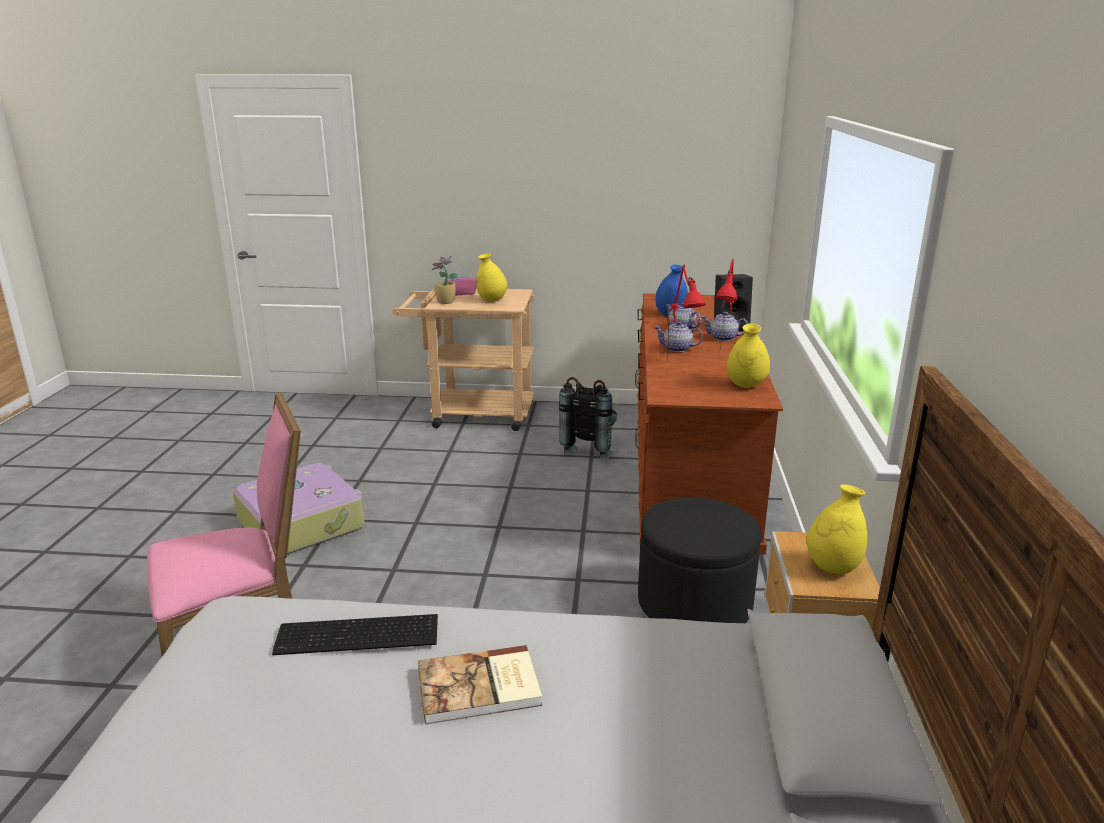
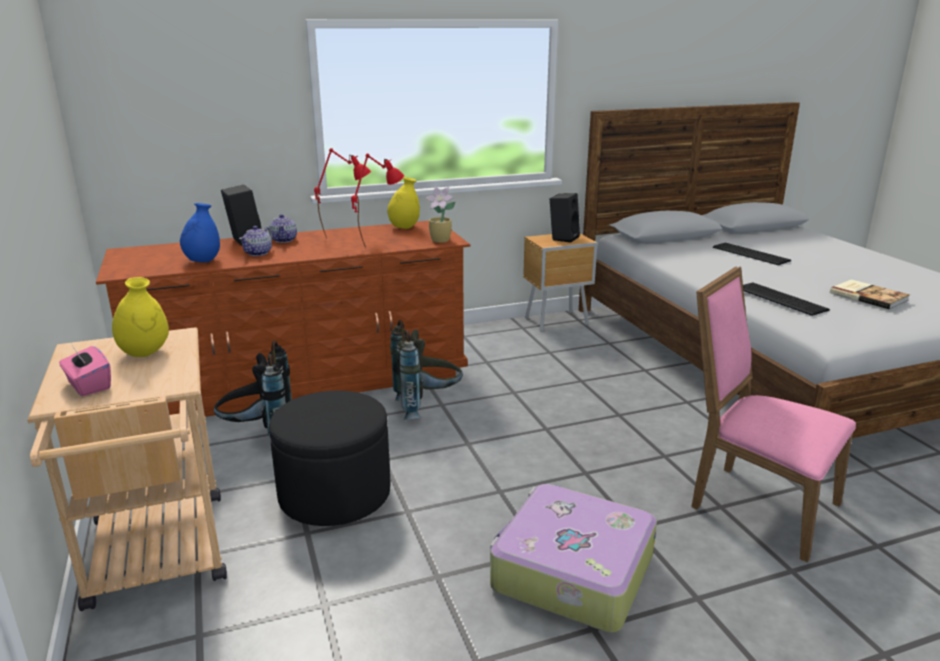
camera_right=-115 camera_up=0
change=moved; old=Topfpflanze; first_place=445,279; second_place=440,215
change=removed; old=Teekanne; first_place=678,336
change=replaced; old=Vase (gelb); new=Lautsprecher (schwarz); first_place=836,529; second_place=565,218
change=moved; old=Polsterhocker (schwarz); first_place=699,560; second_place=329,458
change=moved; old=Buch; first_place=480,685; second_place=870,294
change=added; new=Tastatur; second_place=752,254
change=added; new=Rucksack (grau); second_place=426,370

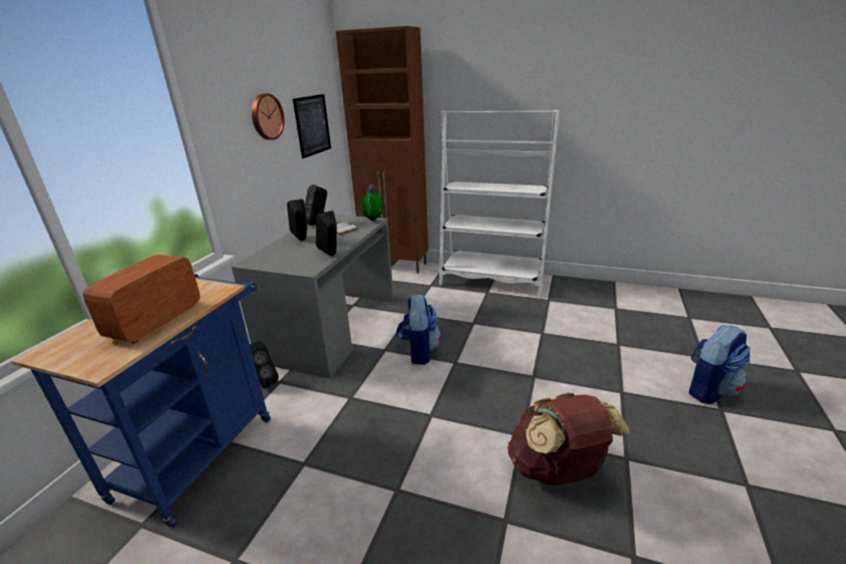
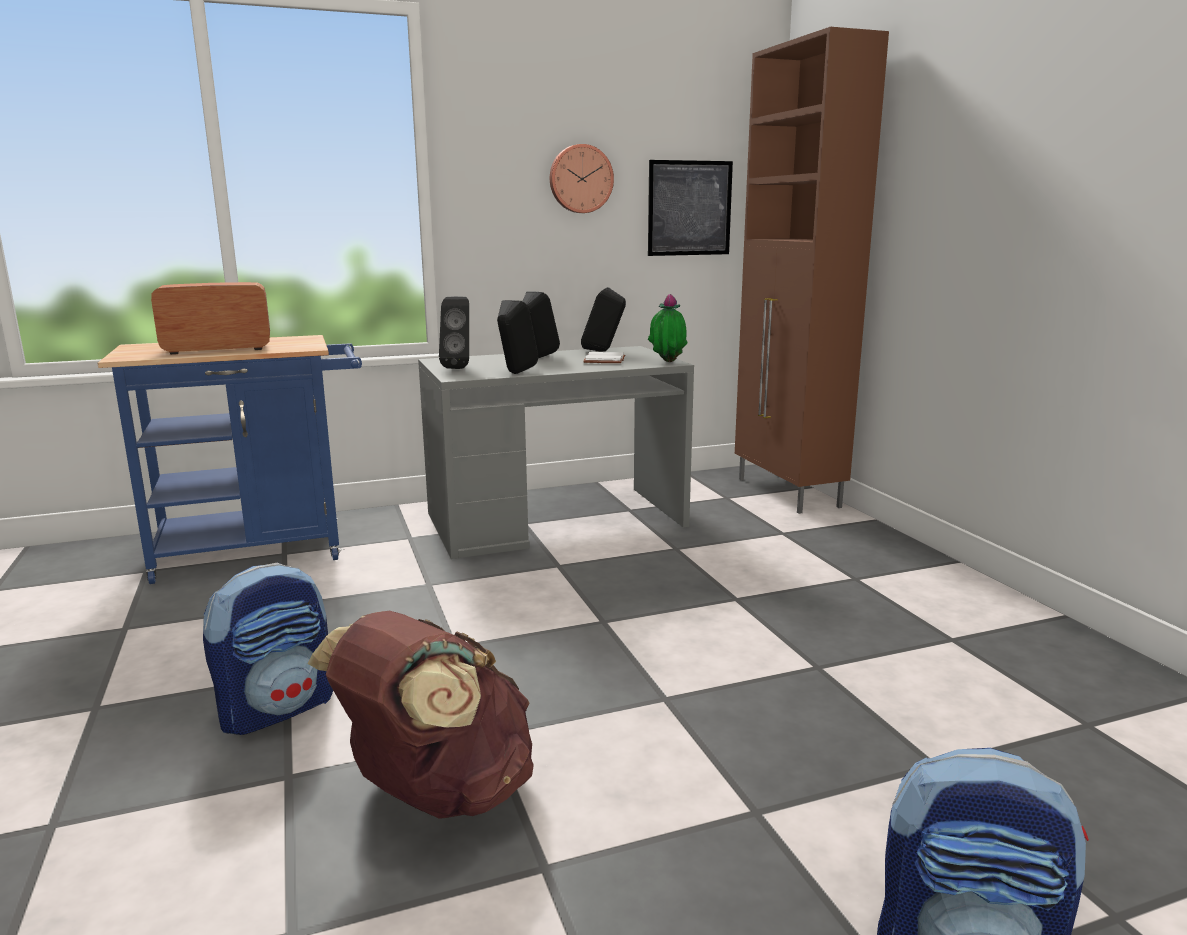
camera_right=50 camera_up=-10
change=removed; old=Bücherregal (weiß); first_place=499,203
change=moved; old=Rucksack; first_place=418,329; second_place=268,649
change=moved; old=Lautsprecher (schwarz); first_place=264,364; second_place=454,332

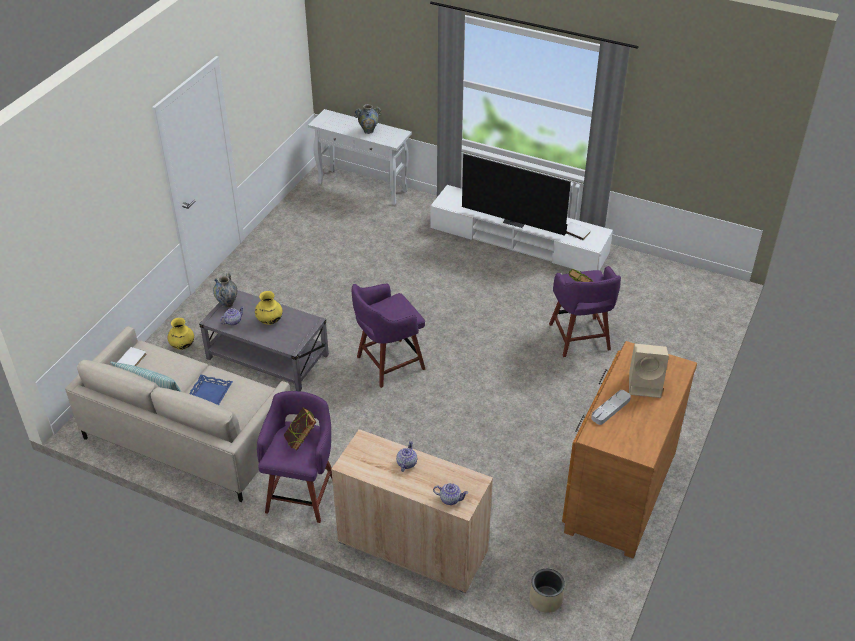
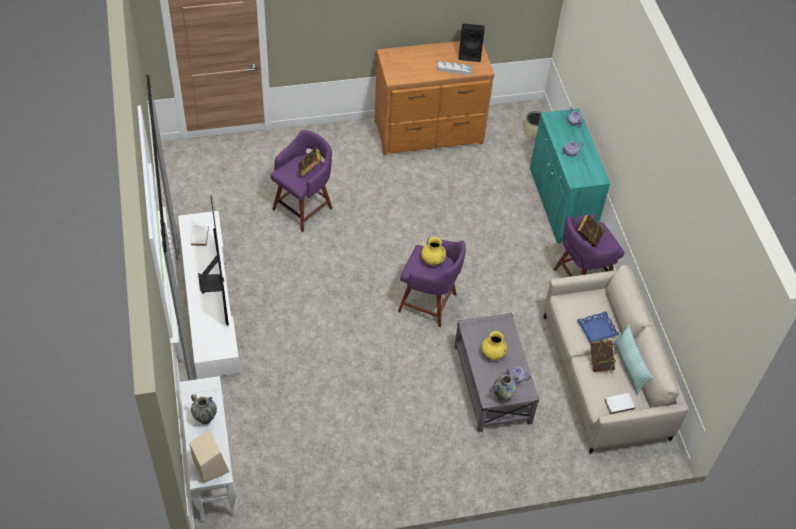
camera_right=-130 camera_up=10
change=moved; old=Vase (gelb); first_place=181,334; second_place=433,251
change=moved; old=Lautsprecher (beige); first_place=649,371; second_place=209,456
change=recoloured; old=Schrank (beige); new=Schrank (türkis); first_place=412,511; second_place=570,176
change=added; new=Lautsprecher (schwarz); second_place=471,42
change=added; new=Buch; second_place=603,355

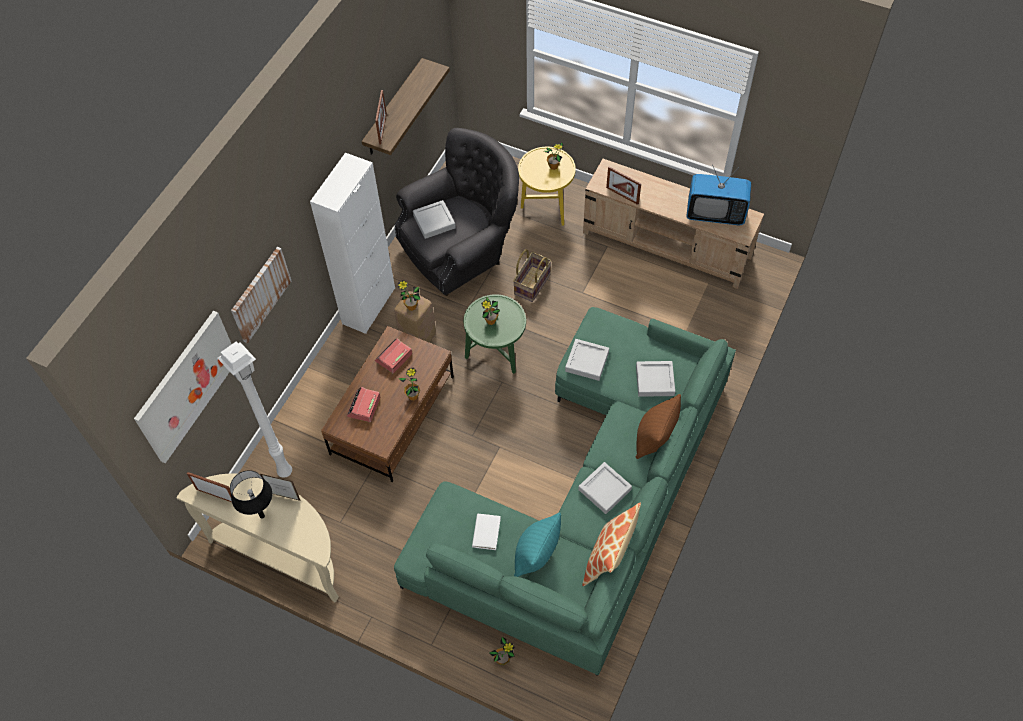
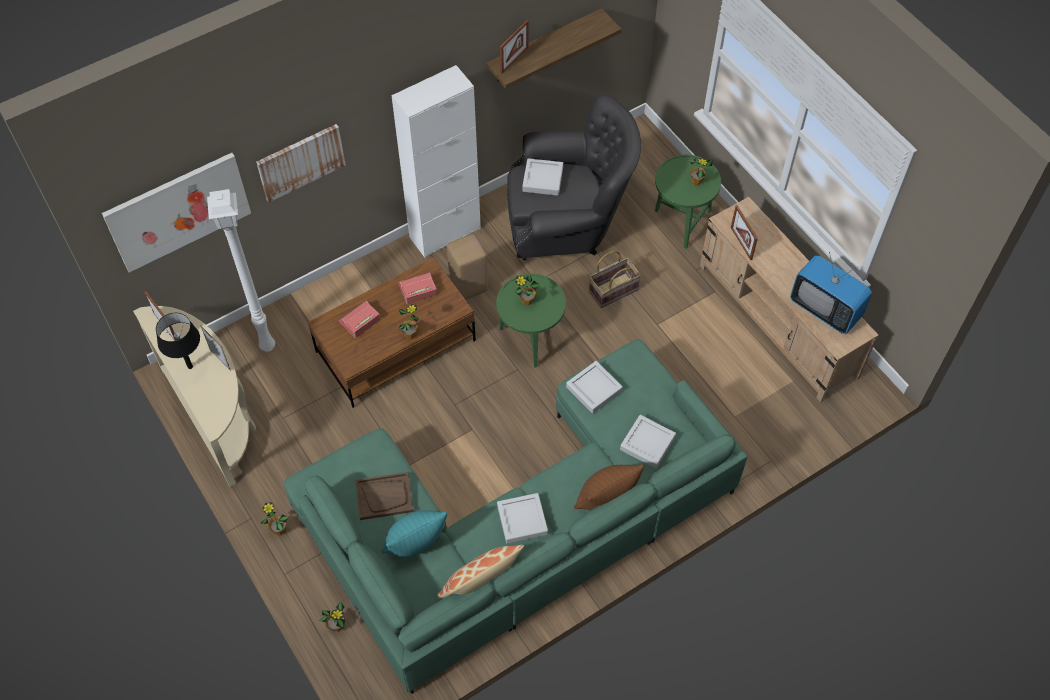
camera_right=30 camera_up=0
change=recoloured; old=Beistelltisch (gelb); new=Beistelltisch (grün); first_place=547,186; second_place=688,202
change=moved; old=Topfpflanze; first_place=409,295; second_place=275,518
change=replaced; old=Buch (weiß); new=Tablett (braun); first_place=486,532; second_place=384,496

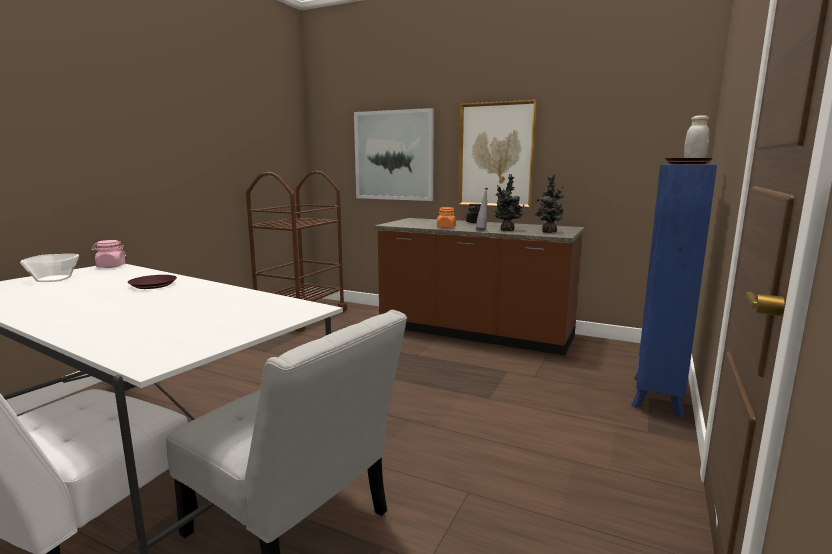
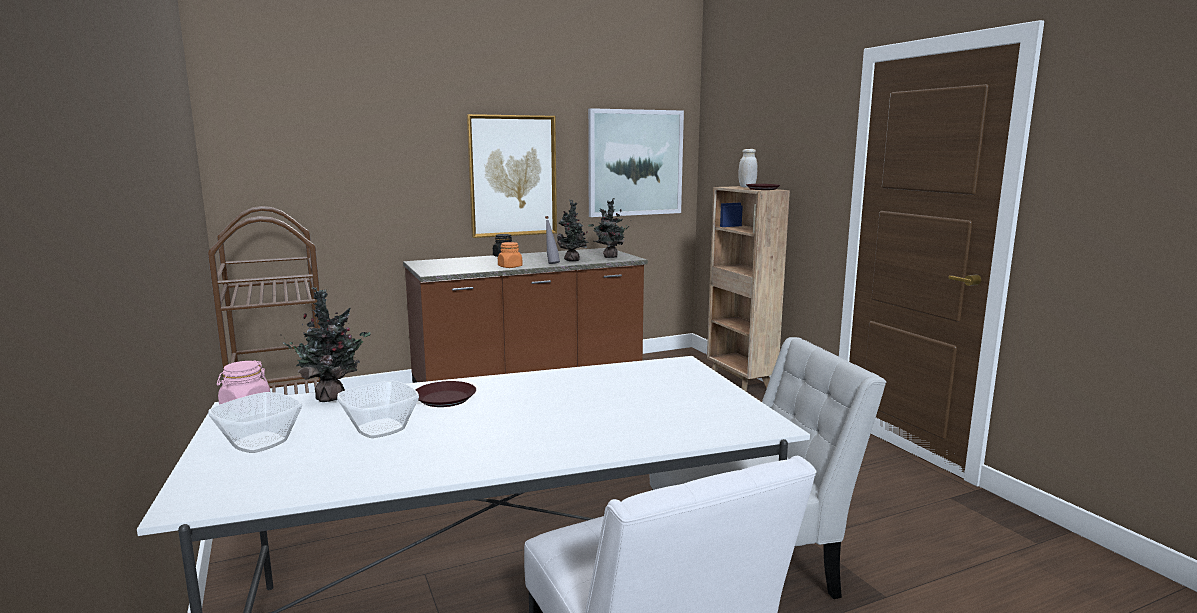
camera_right=-50 camera_up=0
change=moved; old=Bild; first_place=394,154; second_place=636,162
change=recoloured; old=Bücherregal (blau); new=Bücherregal (braun); first_place=674,290; second_place=748,289
change=added; new=Topfpflanze; second_place=325,344
change=added; new=Schüssel; second_place=378,409

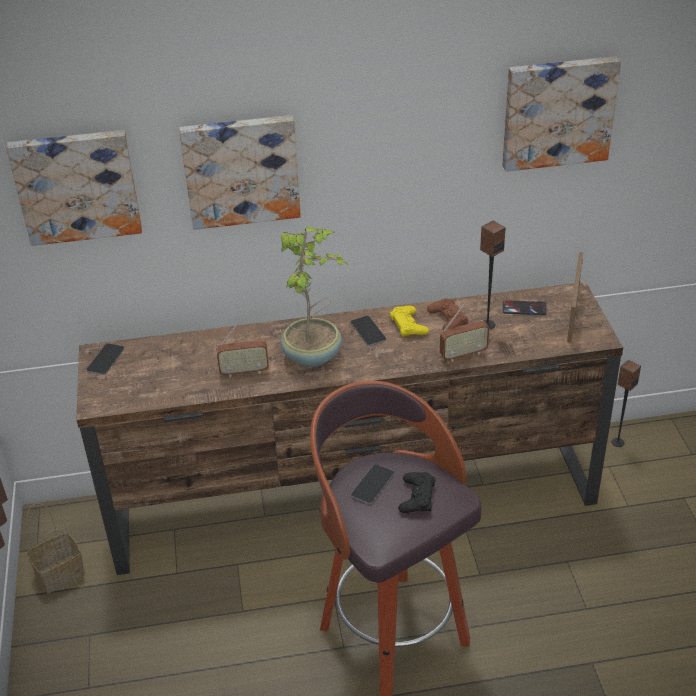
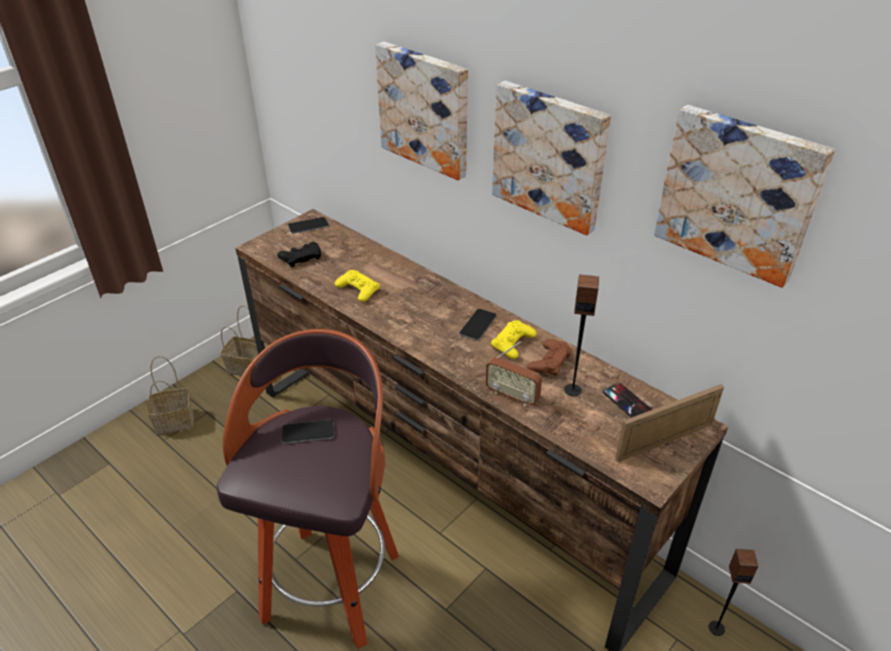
camera_right=50 camera_up=0
change=moved; old=Bild; first_place=74,188; second_place=551,158
change=removed; old=Topfpflanze; first_place=314,297
change=replaced; old=Radio; new=Gamepad (gelb); first_place=242,348; second_place=357,286
change=moved; old=Gamepad (schwarz); first_place=417,492; second_place=299,254
change=added; new=Korb; second_place=170,395

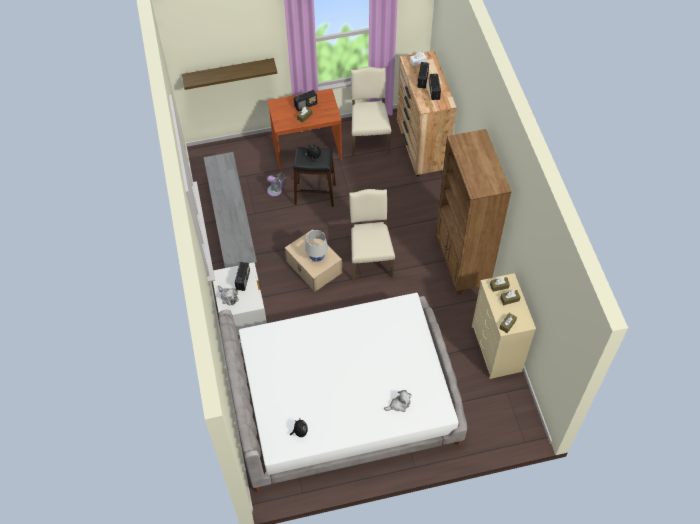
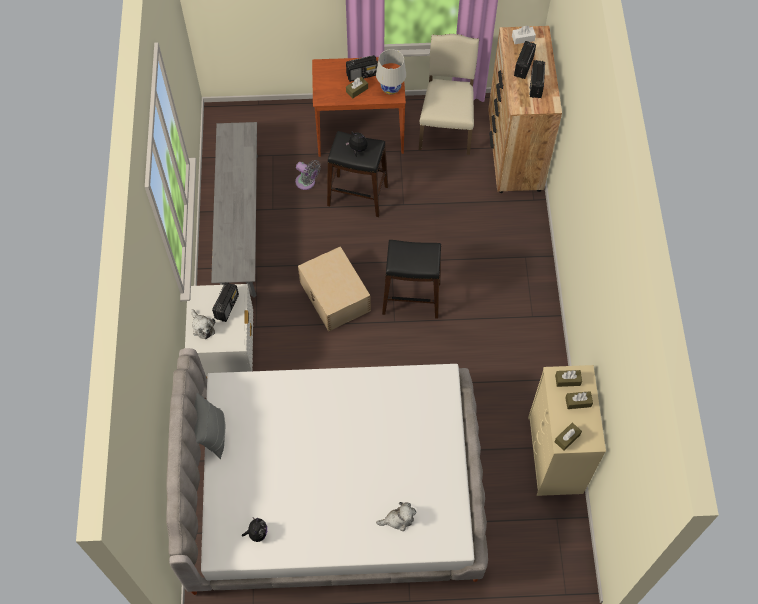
camera_right=10 camera_up=5
change=removed; old=Wandregal; first_place=229,74
change=removed; old=Bücherregal (braun); first_place=474,212
change=replaced; old=Stuhl (beige); new=Hocker (schwarz); first_place=372,235; second_place=411,279
change=moved; old=Tischlampe (weiß); first_place=316,246; second_place=391,72
change=added; new=Kissen (grau); second_place=209,426

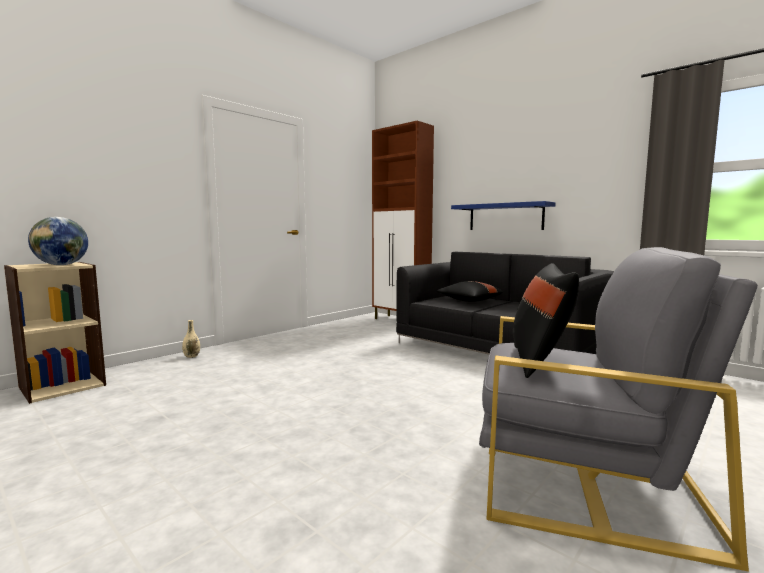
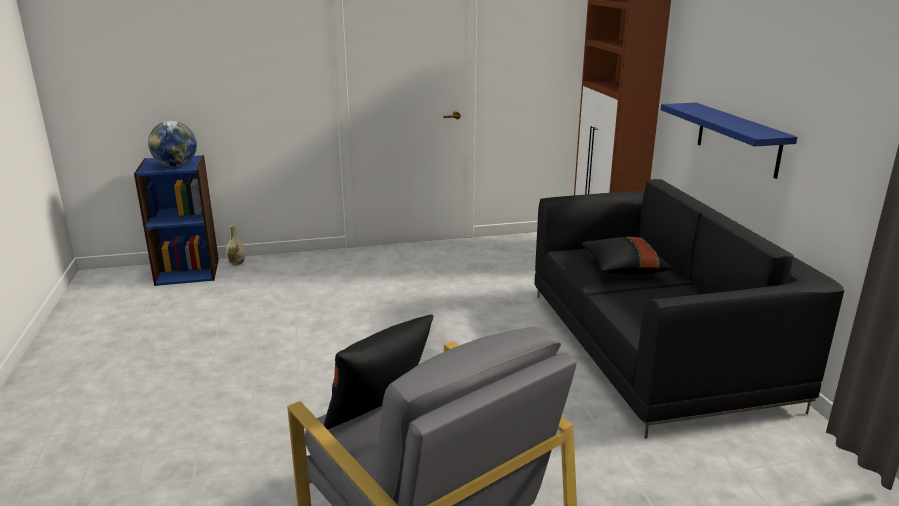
camera_right=35 camera_up=15
change=recoloured; old=Bücherregal (beige); new=Bücherregal (blau); first_place=55,333; second_place=176,220
change=moved; old=Vase (beige); first_place=191,339; second_place=235,245

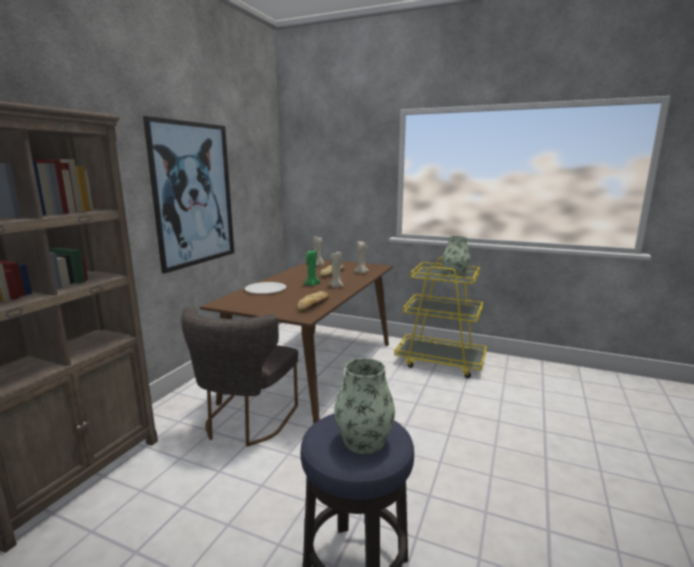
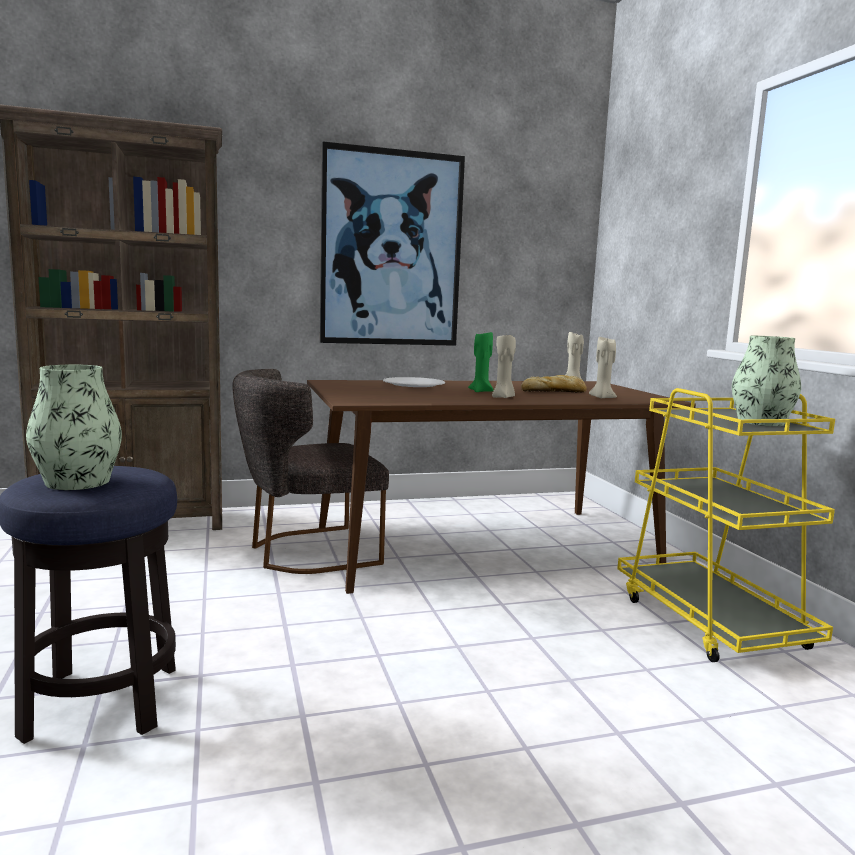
camera_right=50 camera_up=-5
change=removed; old=Brot; first_place=313,301

